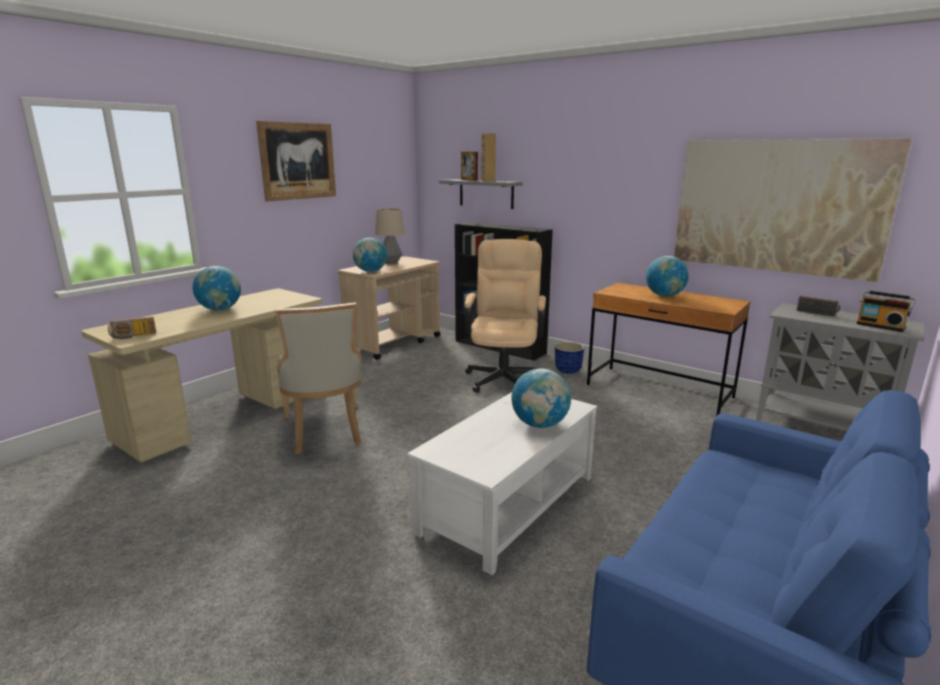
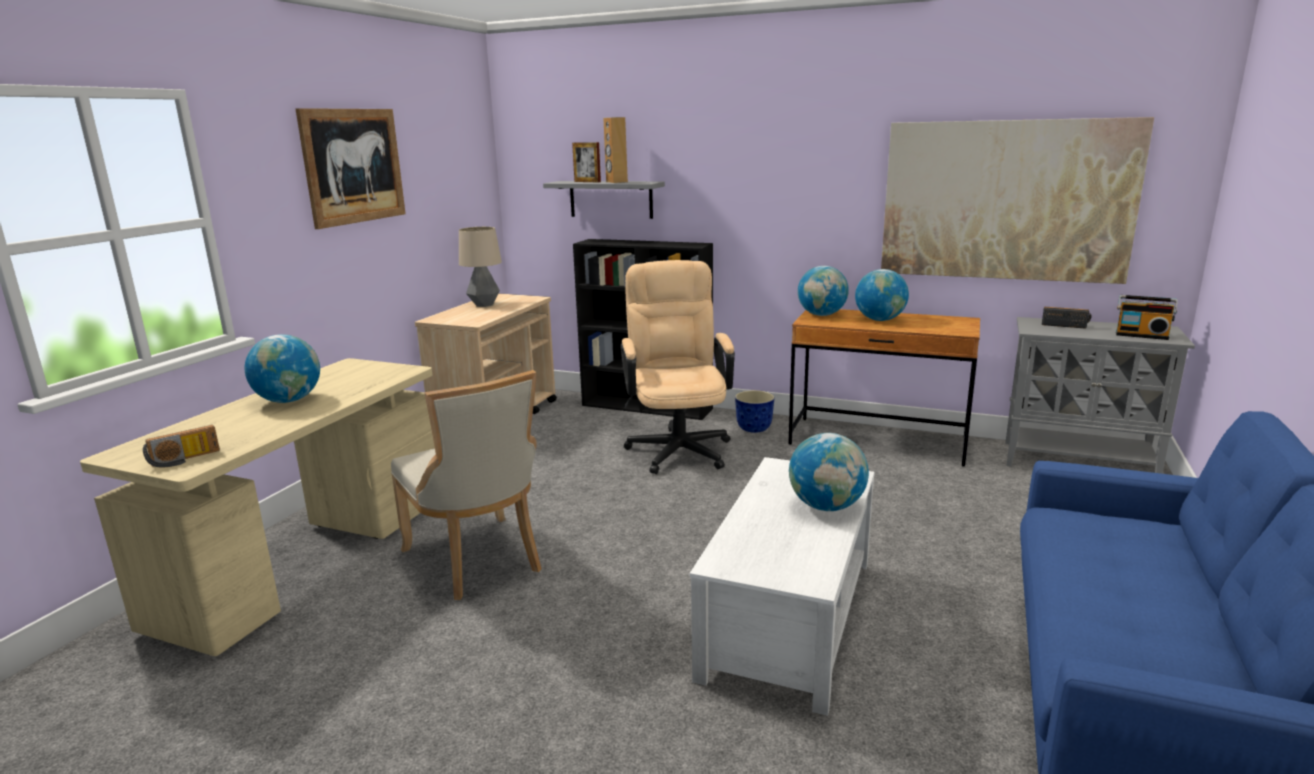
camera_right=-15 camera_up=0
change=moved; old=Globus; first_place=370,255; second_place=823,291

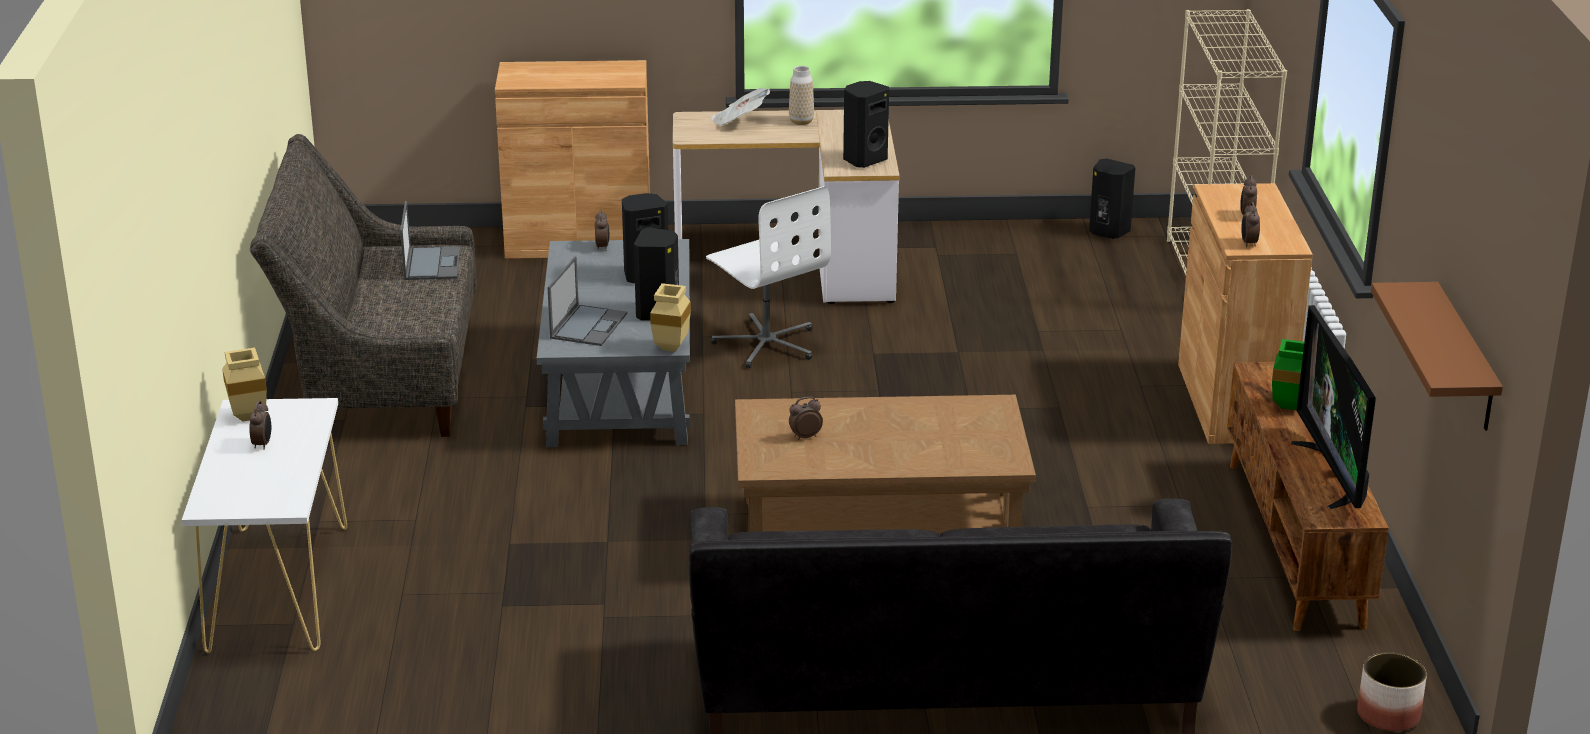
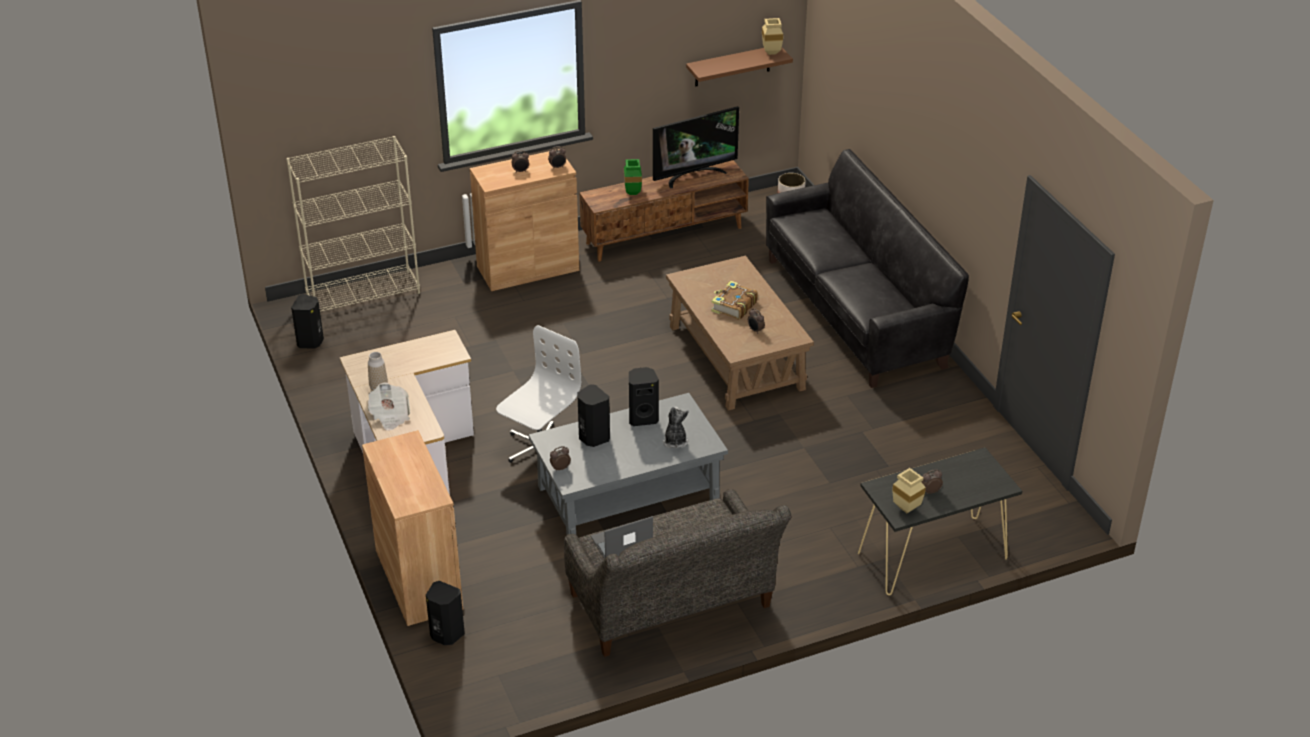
camera_right=-110 camera_up=10
change=moved; old=Lautsprecher (schwarz); first_place=866,124; second_place=445,613
change=replaced; old=Laptop; new=Plüschtier; first_place=587,301; second_place=675,427
change=moved; old=Vase (beige); first_place=670,317; second_place=772,36
change=recoloured; old=Konsolentisch (weiß); new=Konsolentisch (schwarz); first_place=264,525; second_place=940,521
change=added; new=Buch; second_place=734,300

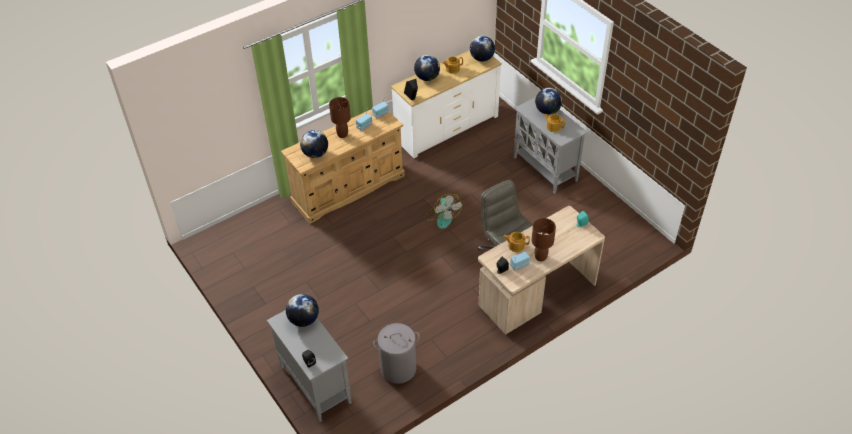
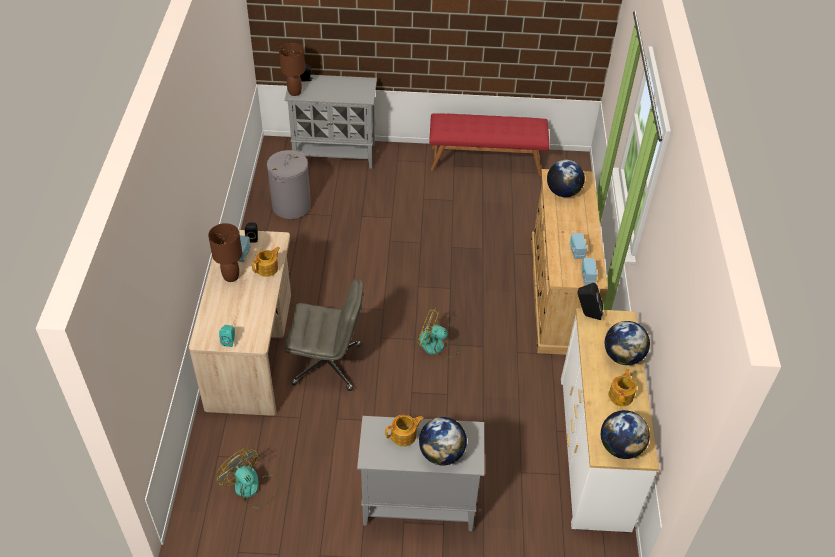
camera_right=125 camera_up=0
change=moved; old=Tischlampe (braun); first_place=340,117; second_place=292,69
change=removed; old=Globus; first_place=302,310
change=added; new=Bank (rot); second_place=489,144
change=added; new=Ventilator; second_place=248,478

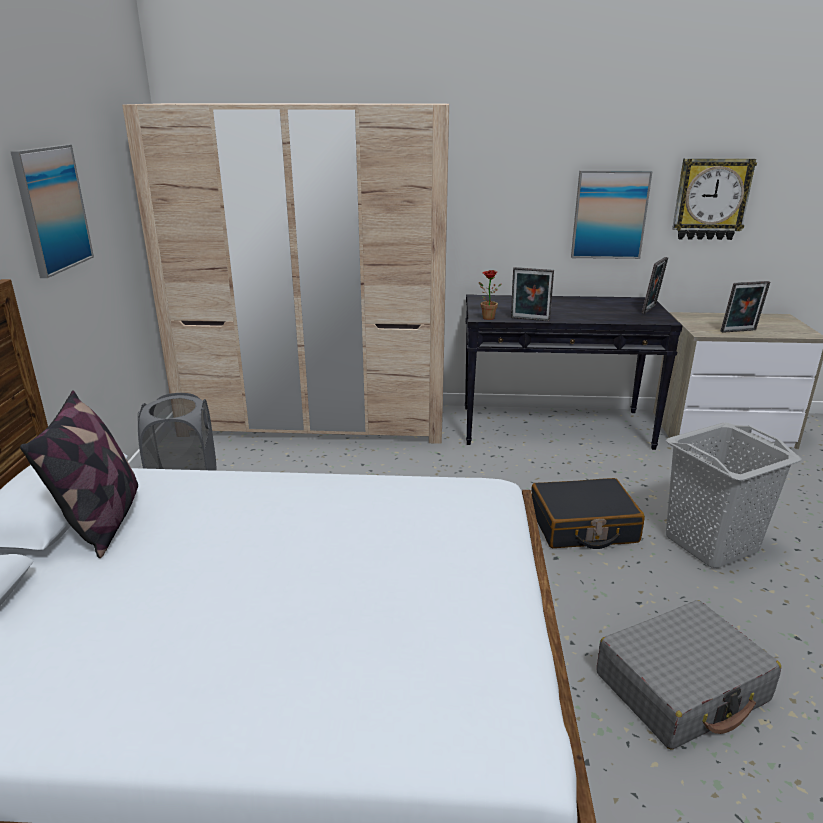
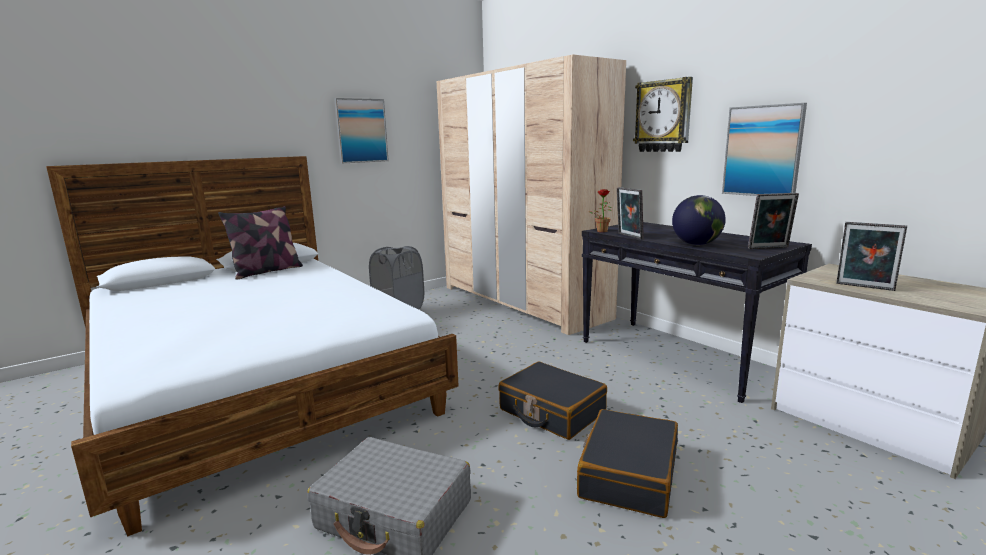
camera_right=50 camera_up=-10
change=moved; old=Wanduhr; first_place=714,199; second_place=663,114
change=replaced; old=Wäschekorb (grau); new=Koffer (schwarz); first_place=734,495; second_place=627,463
change=added; new=Globus; second_place=699,220

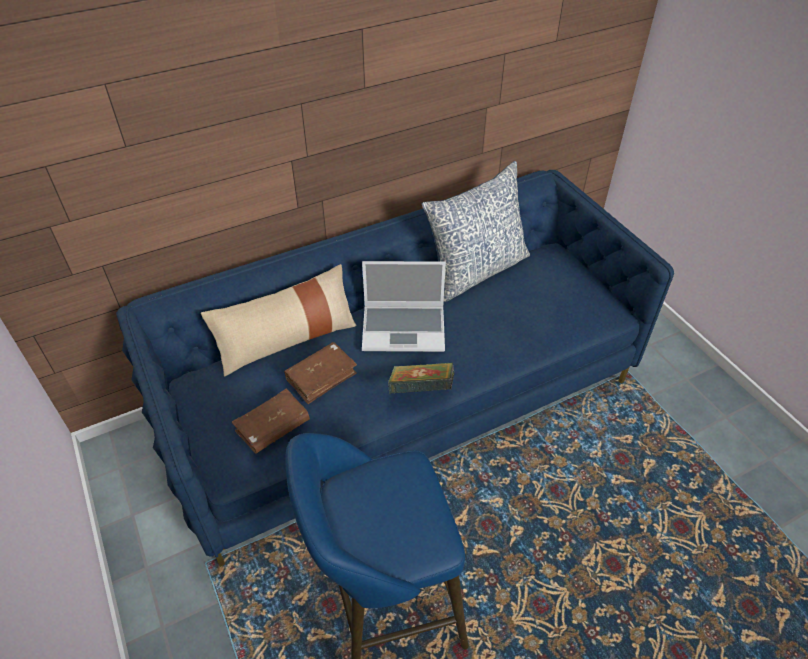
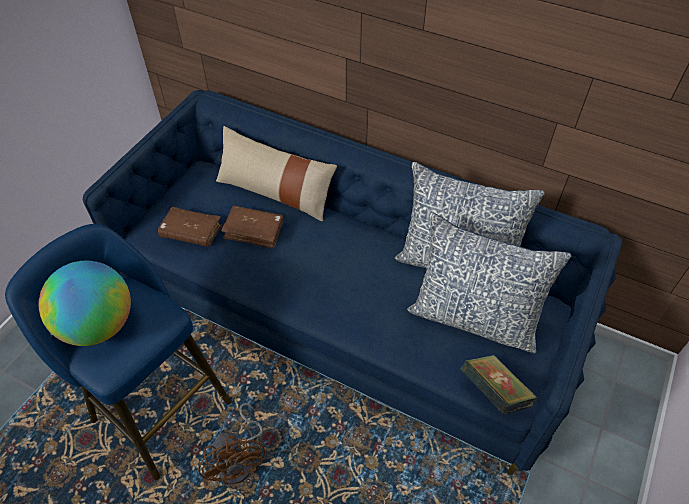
camera_right=55 camera_up=5
change=removed; old=Laptop; first_place=404,306
change=moved; old=Buch; first_place=421,378; second_place=498,385
change=added; new=Kissen; second_place=489,283
change=added; new=Globus; second_place=85,303
change=added; new=Ventilator (braun); second_place=231,444

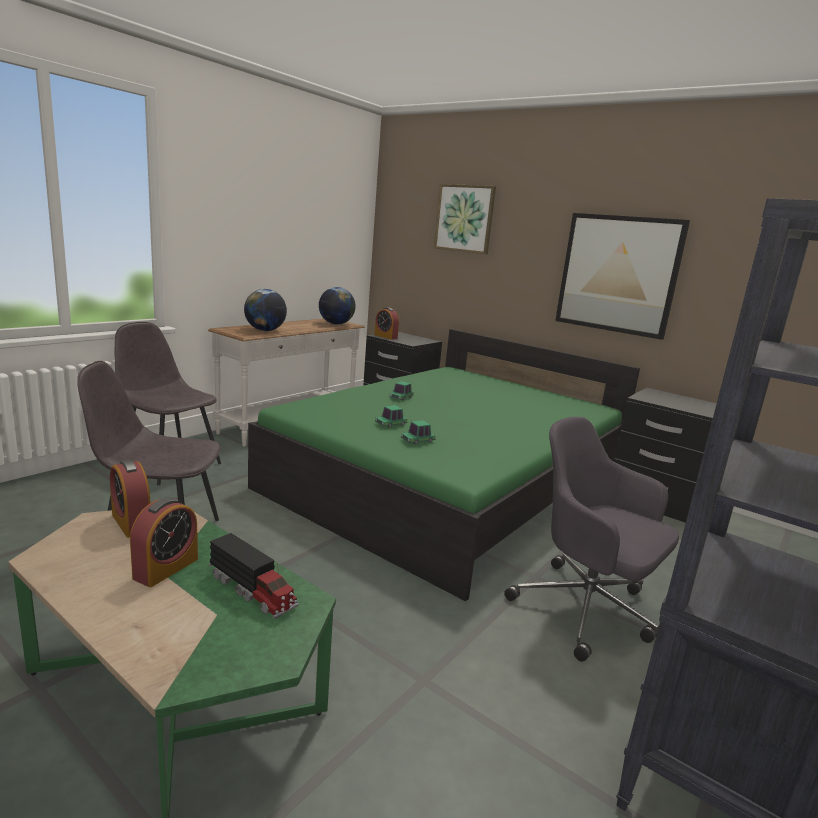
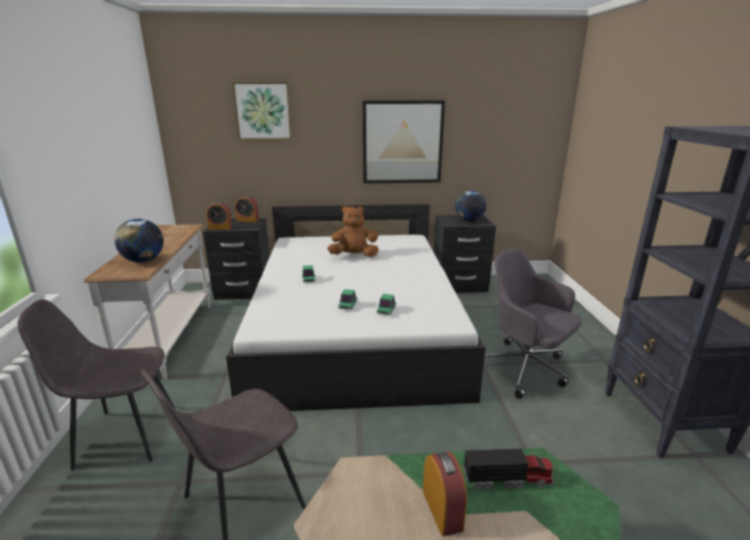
camera_right=-40 camera_up=5
change=moved; old=Globus; first_place=337,306; second_place=470,206
change=recoloured; old=Bett (grün); new=Bett (weiß); first_place=444,465; second_place=356,307
change=turned; old=Bürostuhl (grau); first_place=591,539; second_place=533,324; degrees=45
change=moved; old=Wecker; first_place=130,499; second_place=247,208
change=added; new=Plüschtier (braun); second_place=353,231

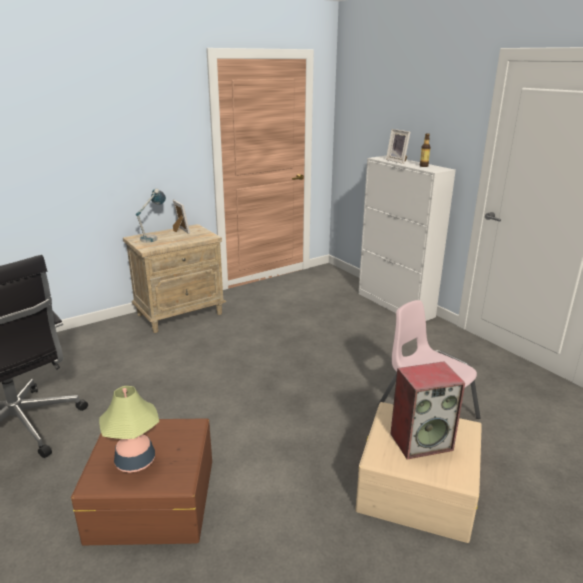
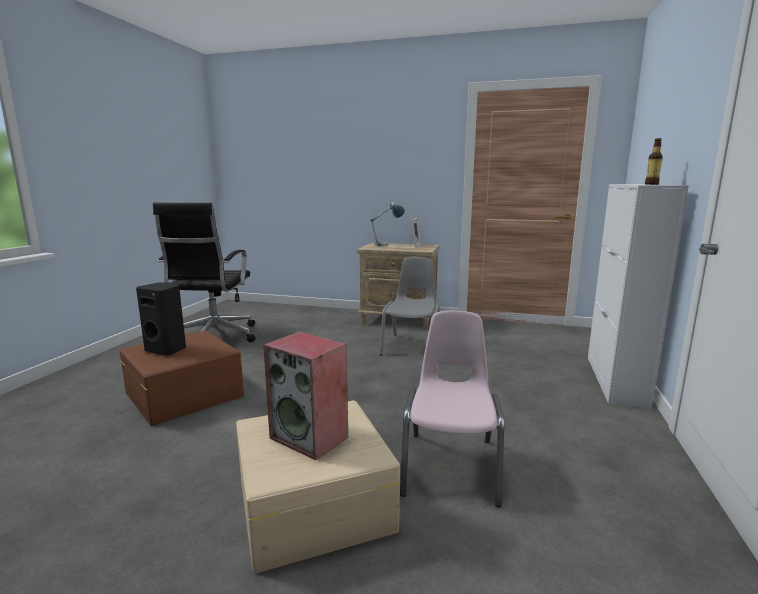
camera_right=50 camera_up=-10
change=removed; old=Bilderrahmen; first_place=398,146
change=replaced; old=Tischlampe; new=Lautsprecher (schwarz); first_place=129,429; second_place=161,318
change=added; new=Stuhl (grau); second_place=409,306

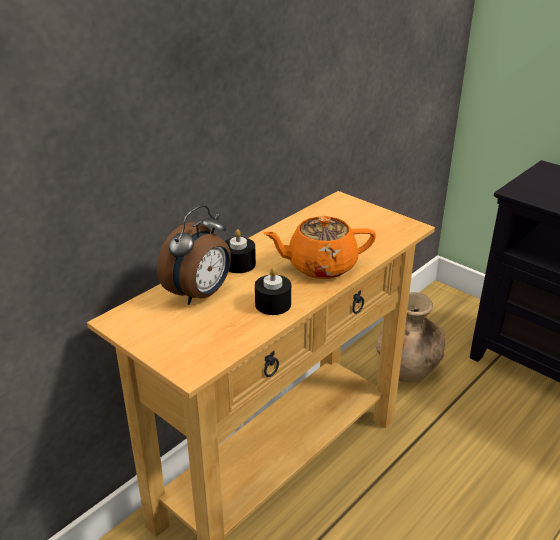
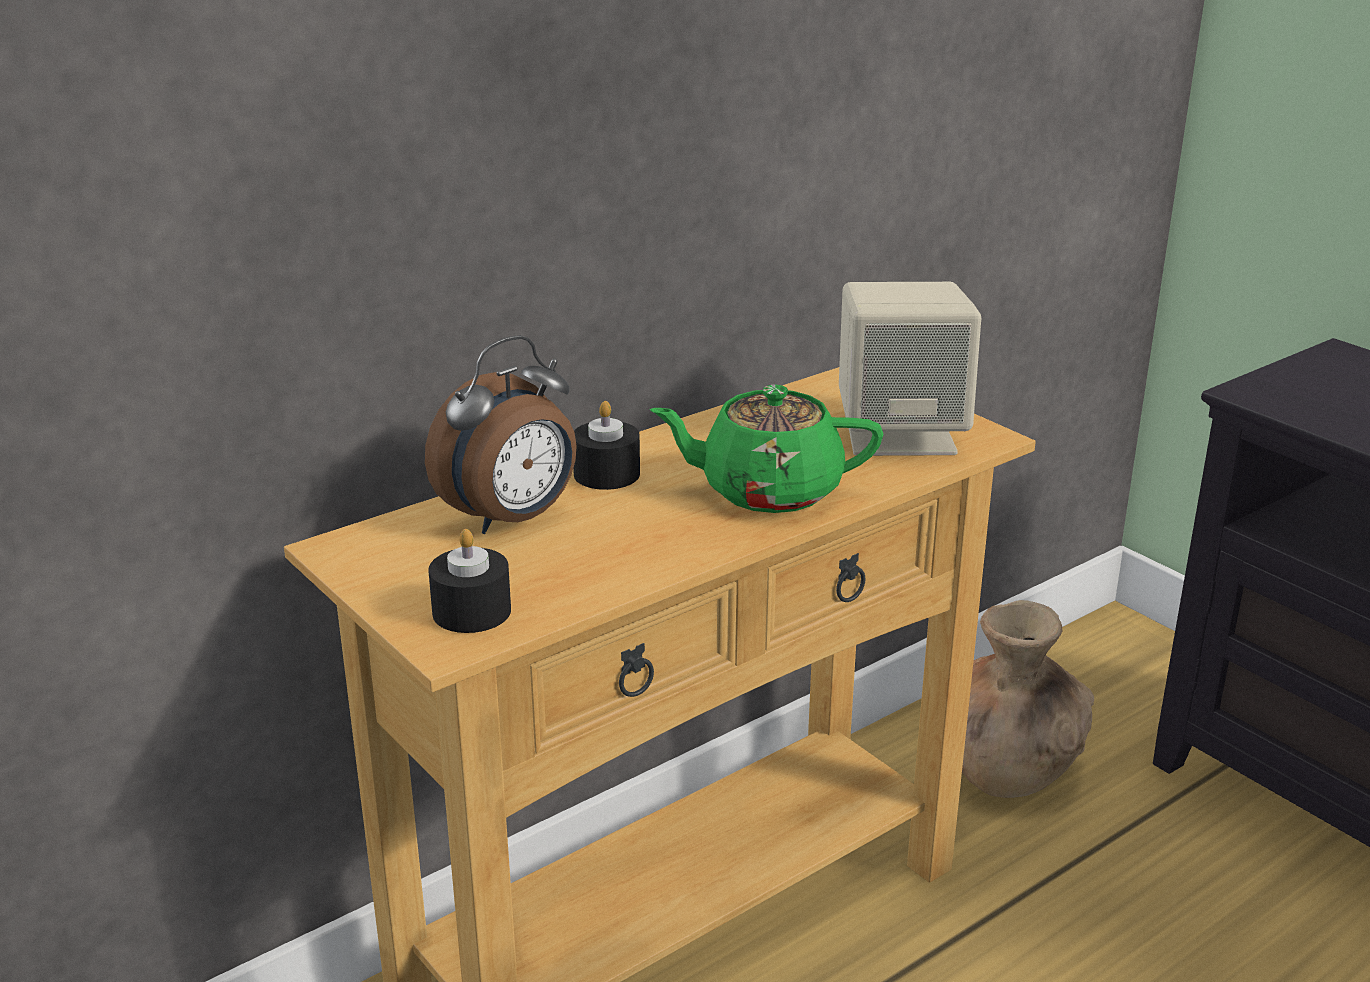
camera_right=10 camera_up=-5
change=recoloured; old=Teekanne (orange); new=Teekanne (grün); first_place=319,247; second_place=766,449
change=moved; old=Kerze (schwarz); first_place=273,291; second_place=469,581
change=added; new=Lautsprecher (beige); second_place=910,369

